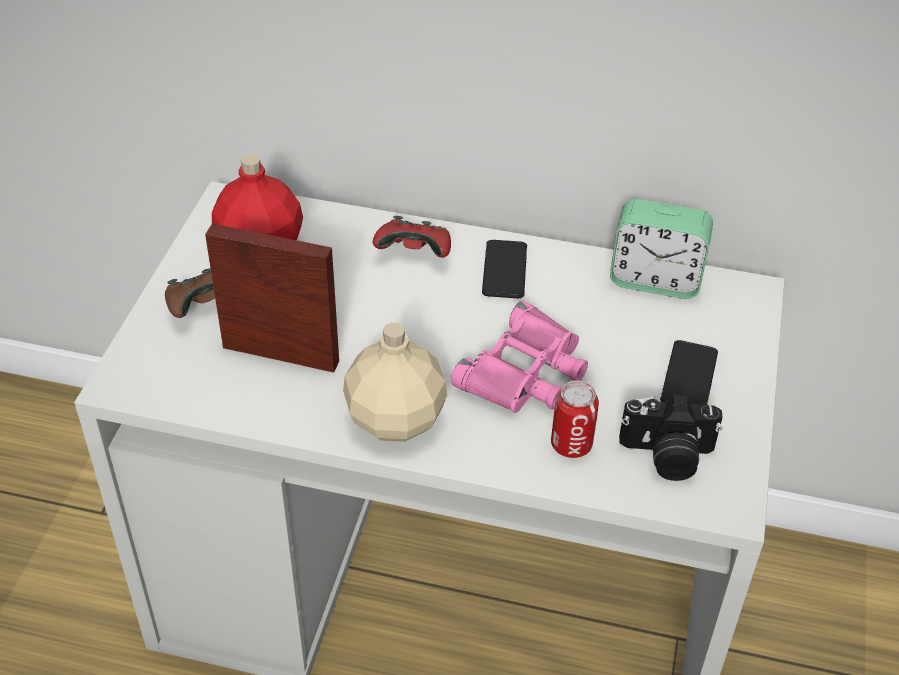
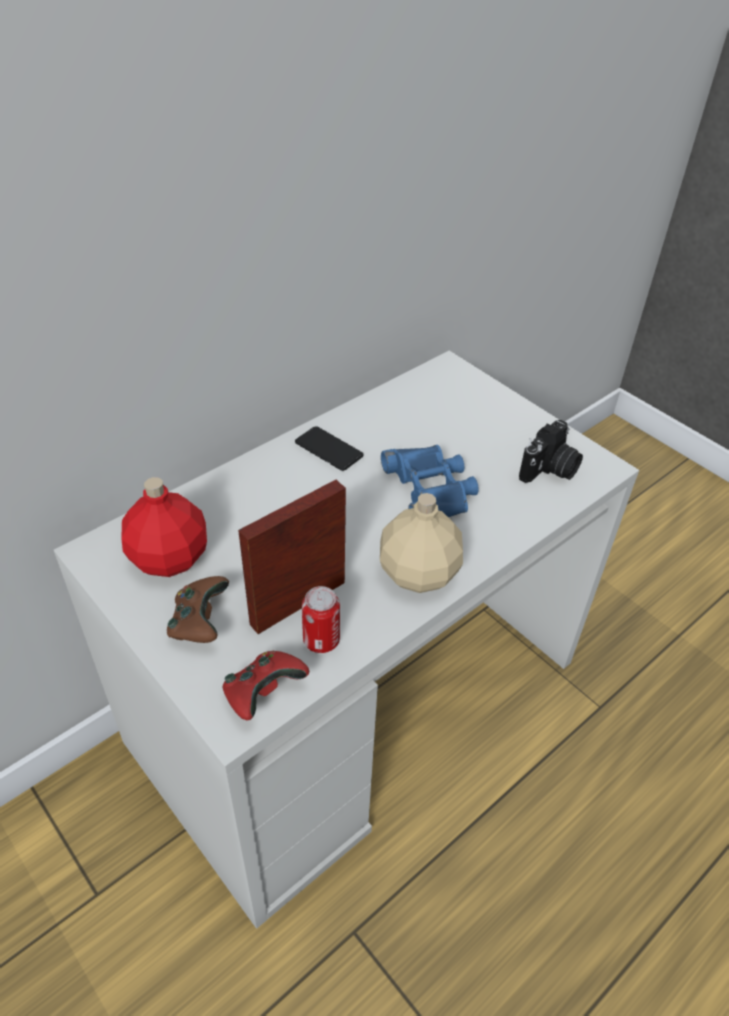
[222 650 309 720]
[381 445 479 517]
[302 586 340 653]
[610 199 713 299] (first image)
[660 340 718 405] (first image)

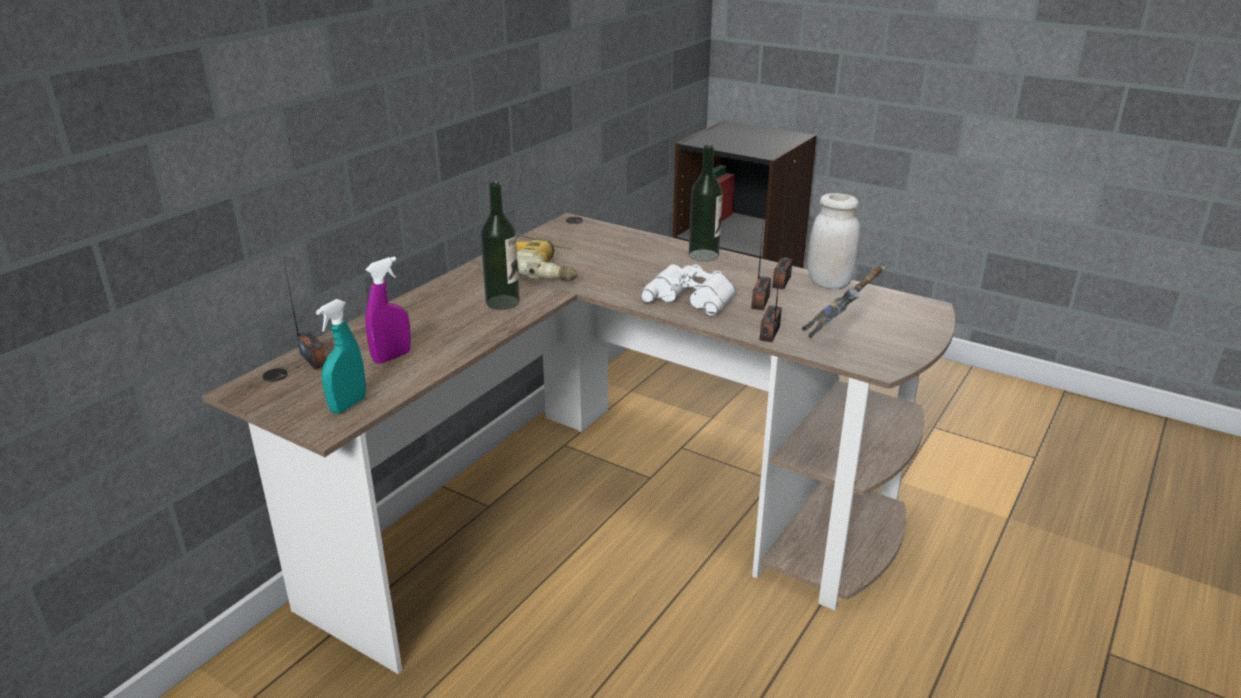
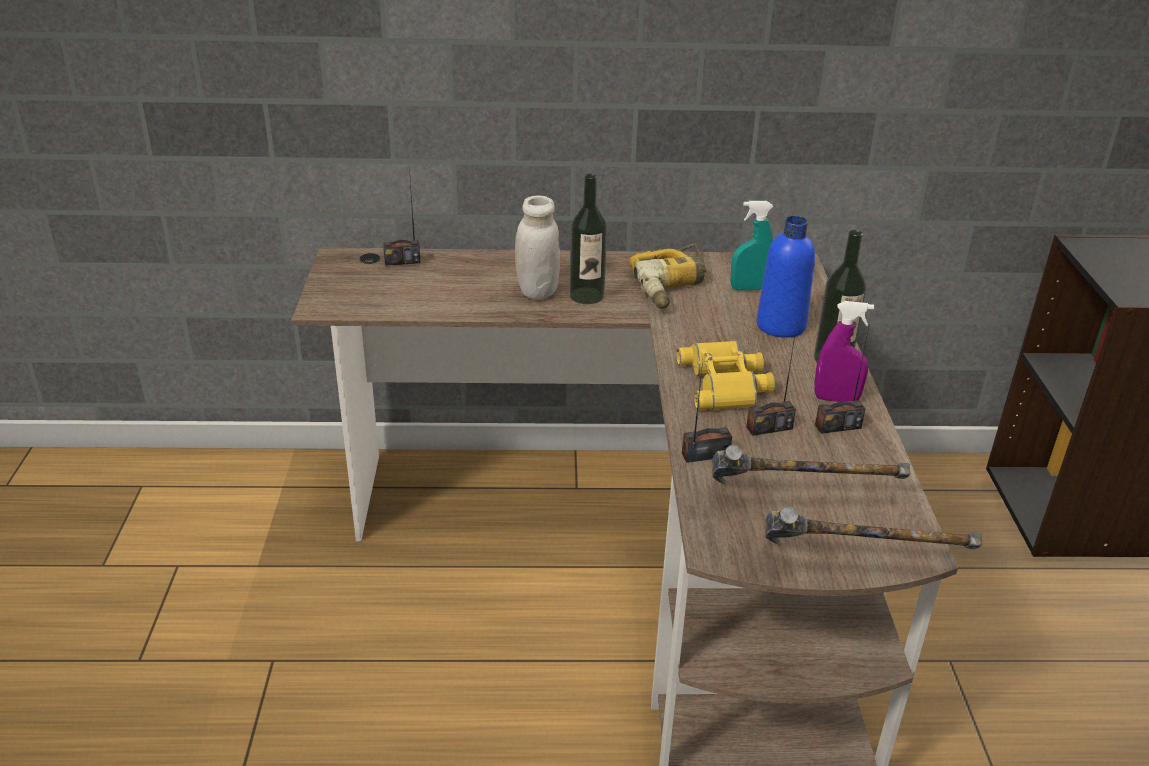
[383 170 421 266]
[731 201 773 291]
[814 301 874 402]
[676 341 775 410]
[515 196 560 300]
[757 216 815 338]
[765 507 982 549]

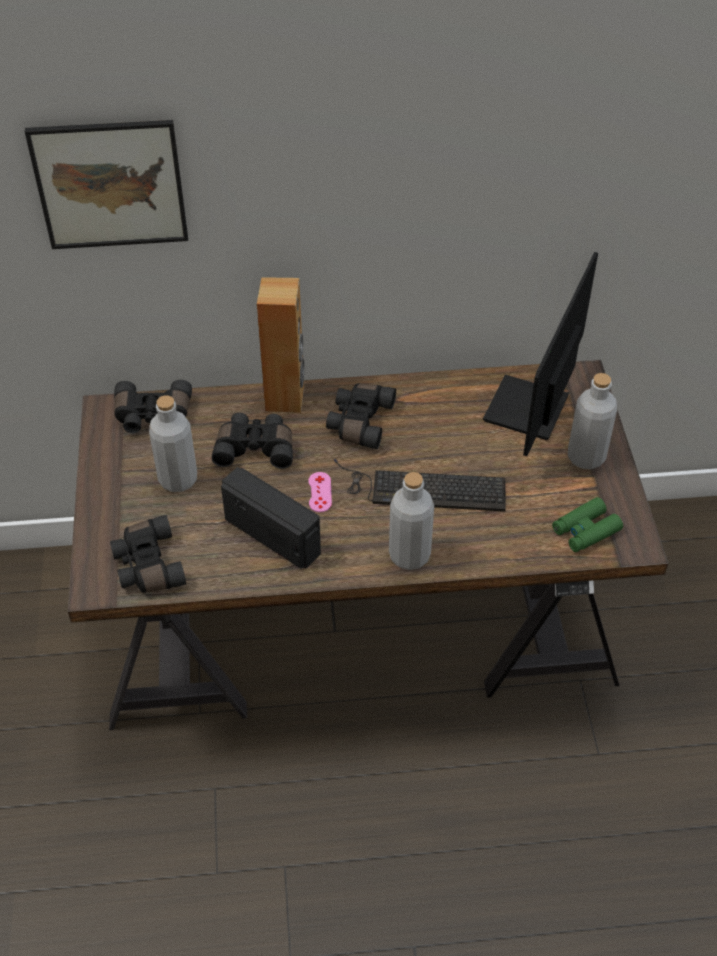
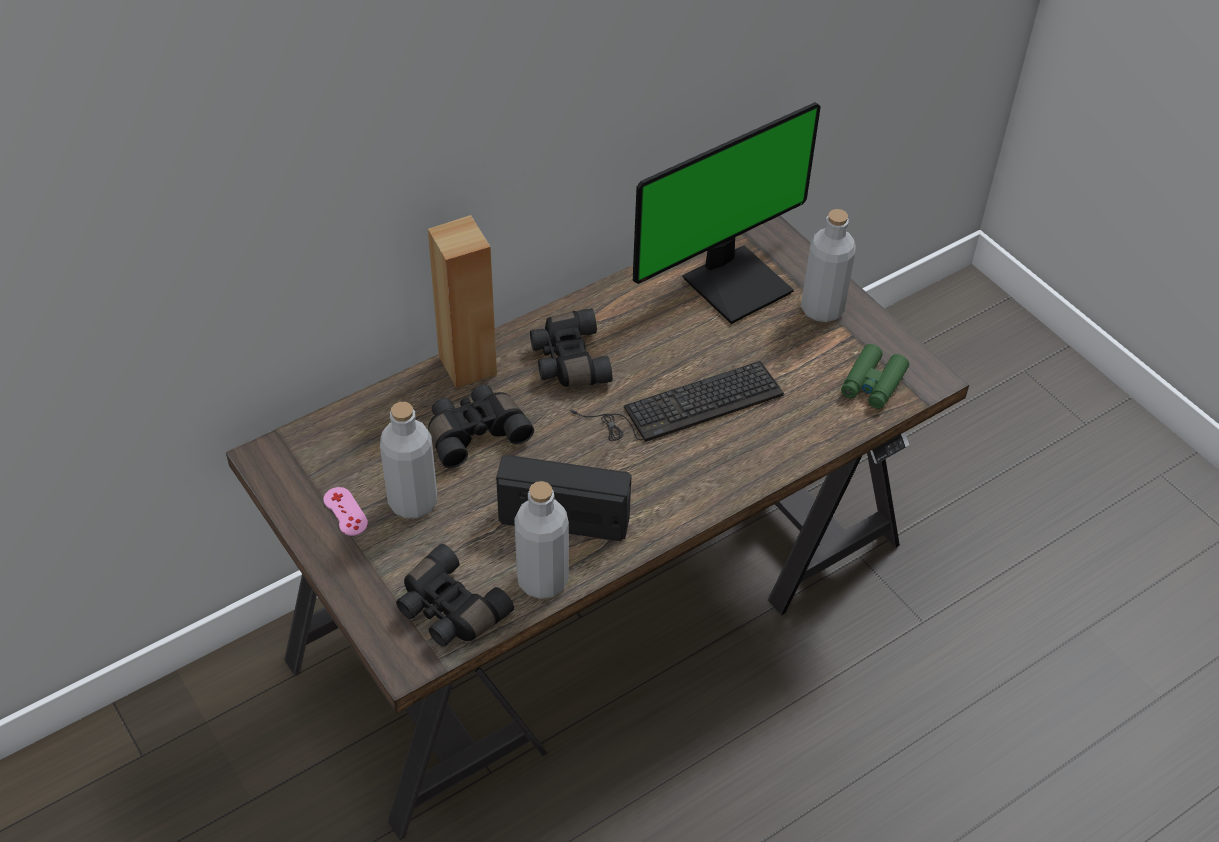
[25 120 188 249] (first image)
[114 380 192 433] (first image)
[323 487 368 536]
[514 481 569 599]
[633 102 821 324]

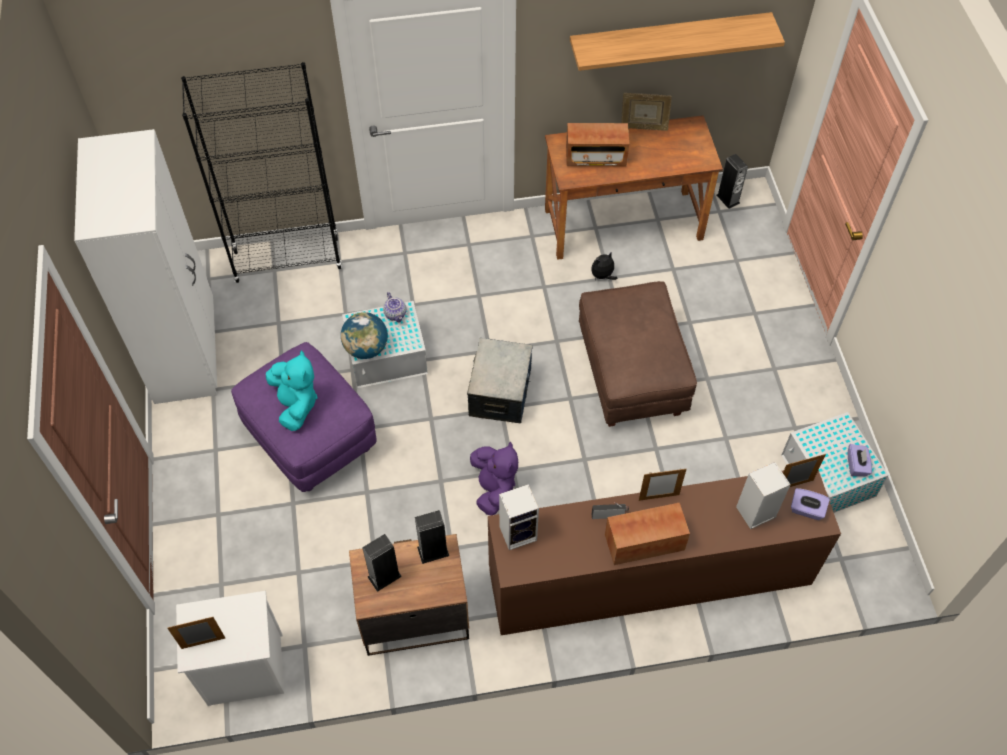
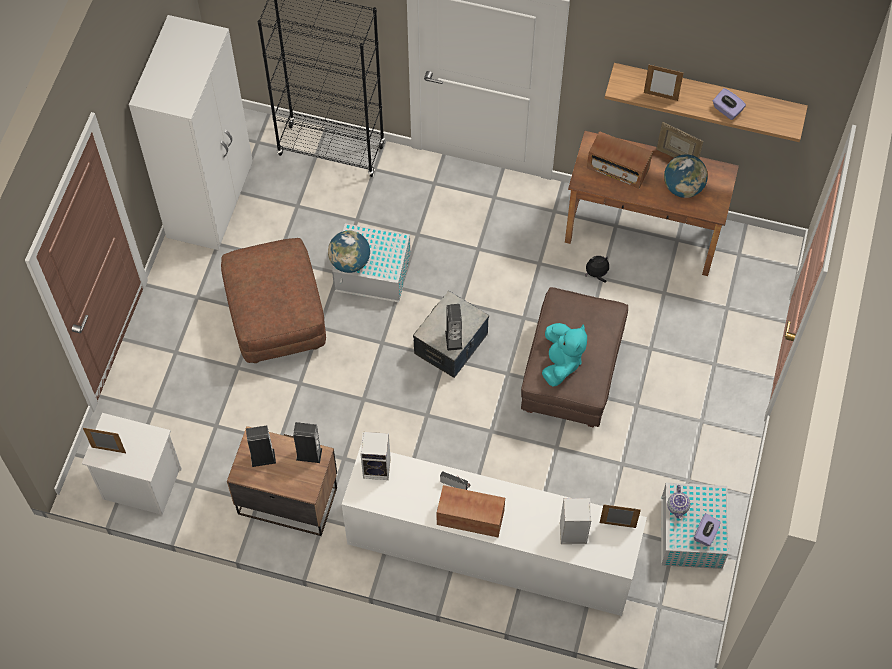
[221 238 326 363]
[542 323 587 387]
[667 485 690 519]
[470 441 518 515] (first image)
[342 446 647 616]
[644 64 684 101]
[445 304 463 351]
[713 88 746 120]
[664 154 708 198]

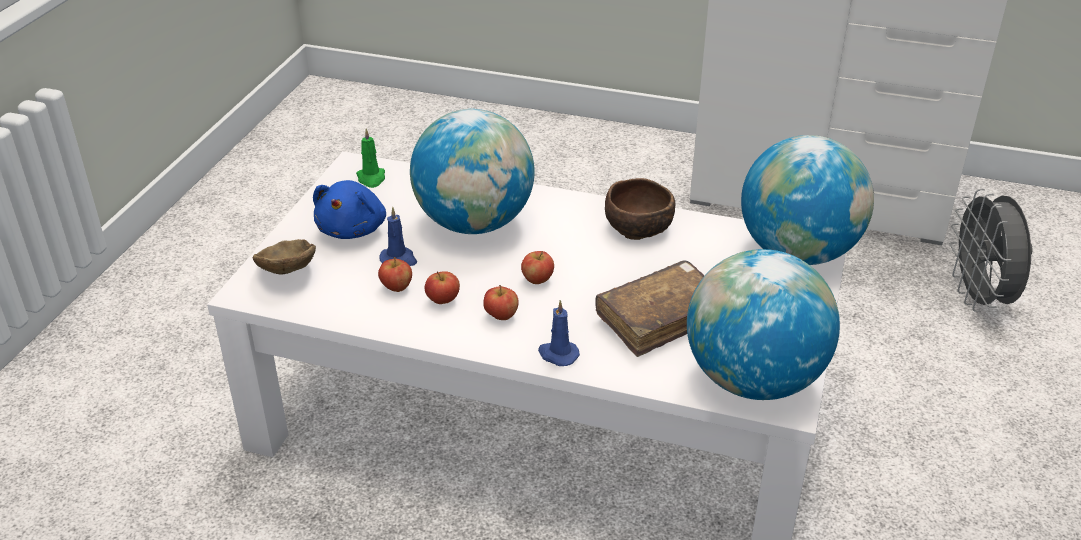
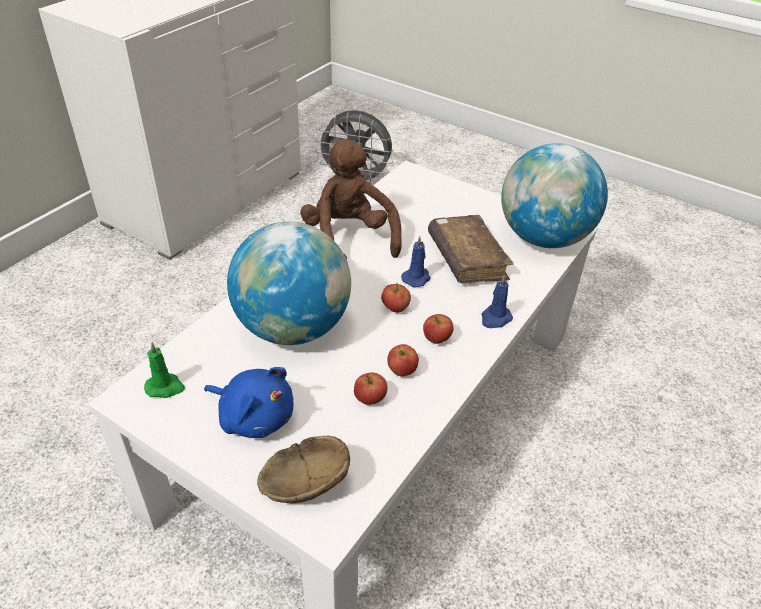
[401 236 431 287]
[300 139 402 260]
[741 135 874 265] (first image)

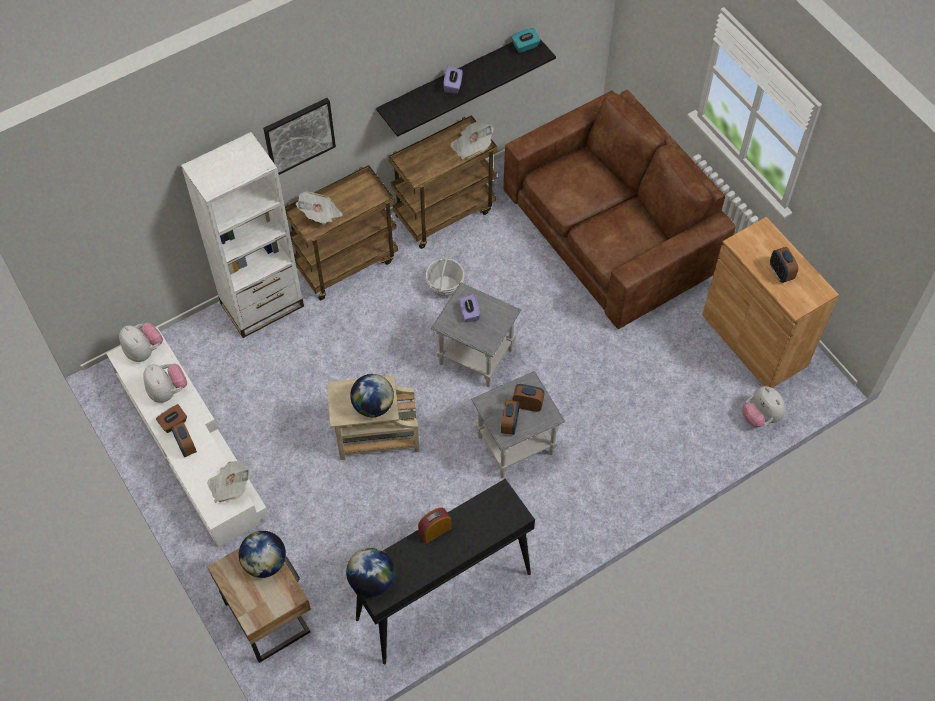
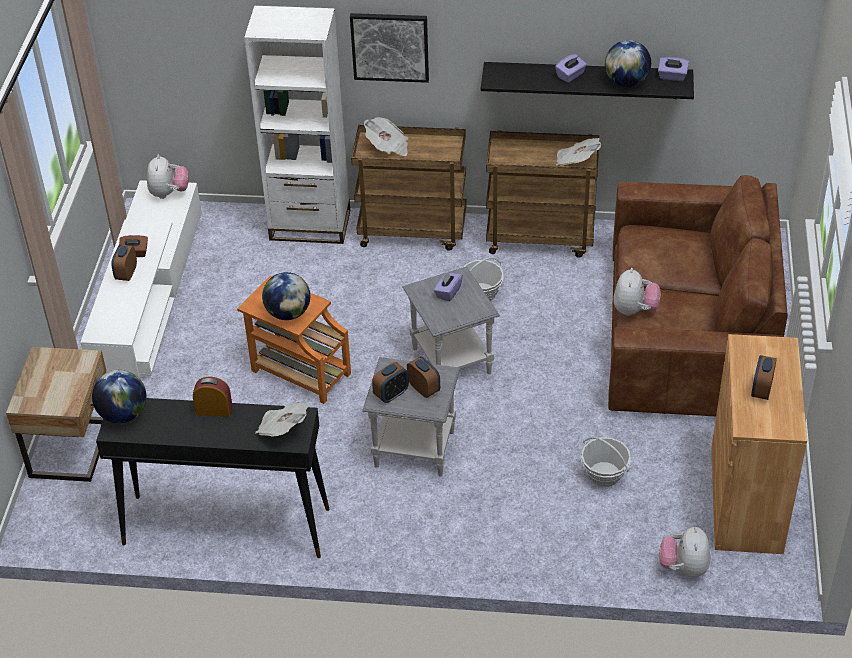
[613 268 660 316]
[255 402 309 437]
[605 40 651 87]
[237 276 351 404]
[658 57 689 81]
[581 437 631 487]

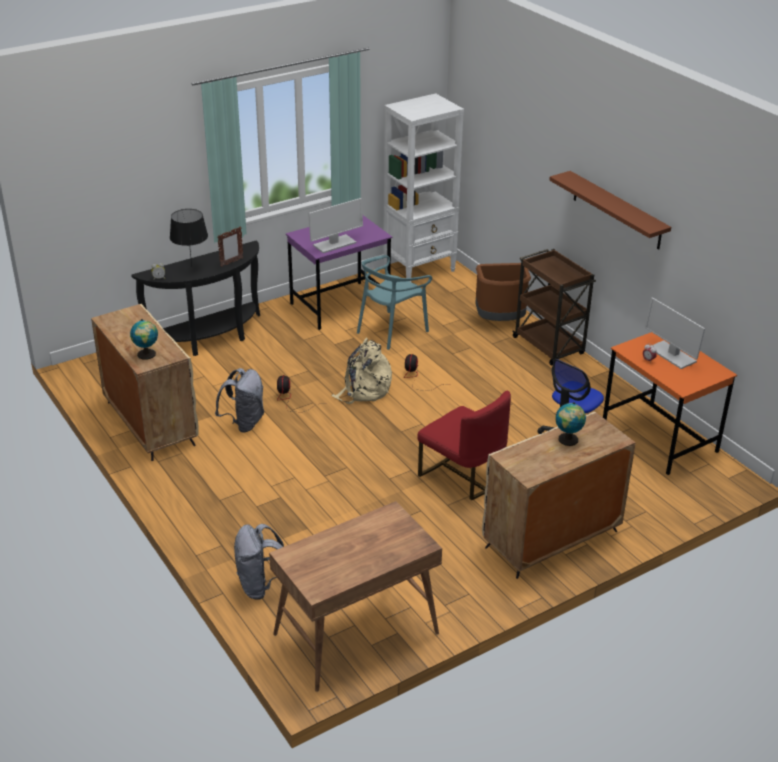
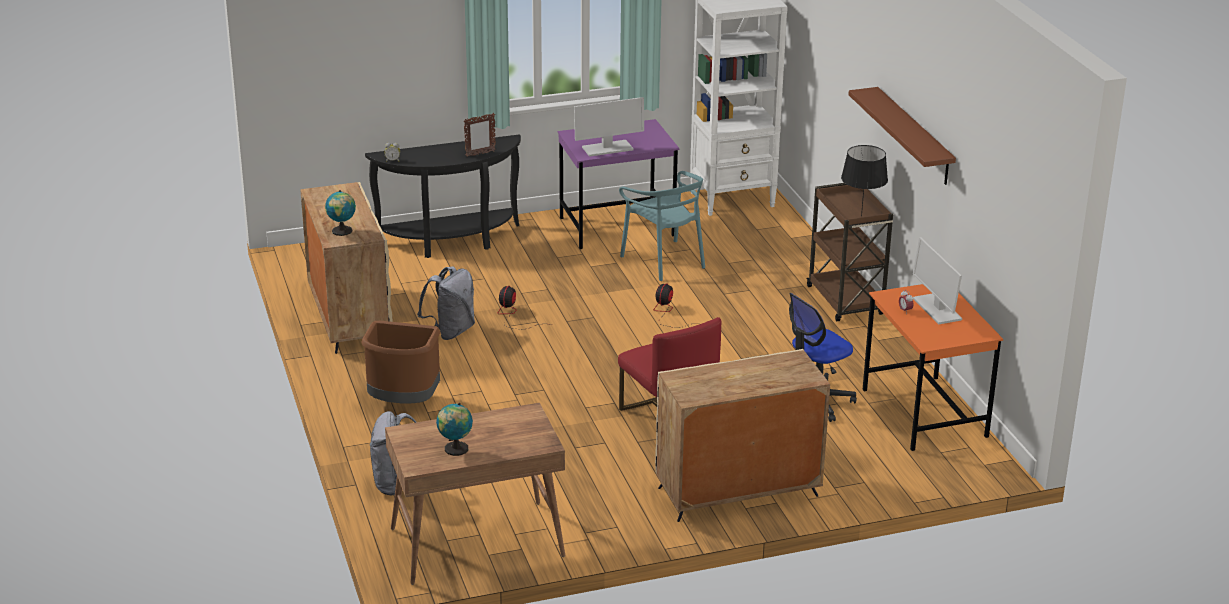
[841 145 888 217]
[331 337 392 404] (first image)
[619 171 705 281]
[361 321 441 404]
[436 403 473 456]

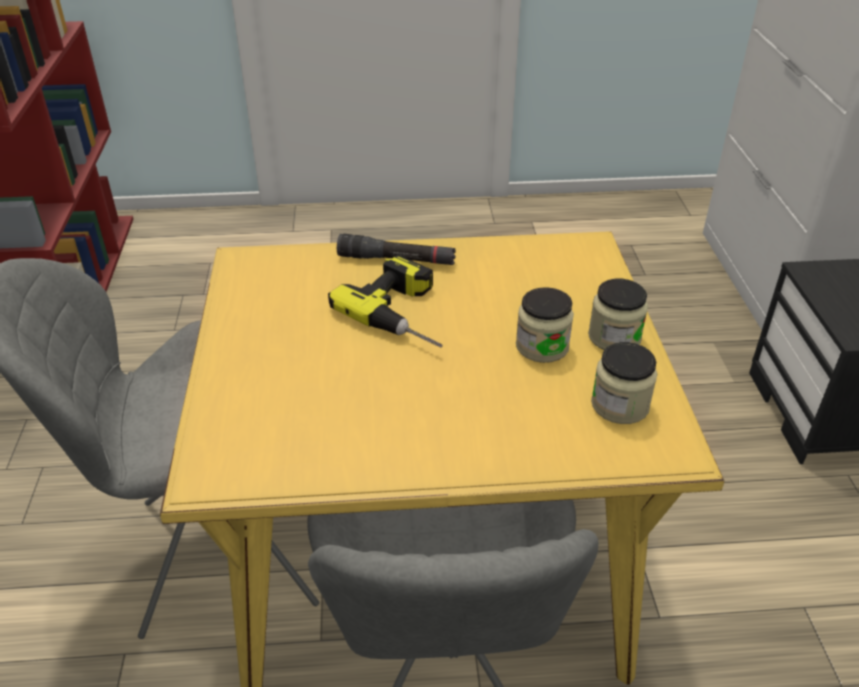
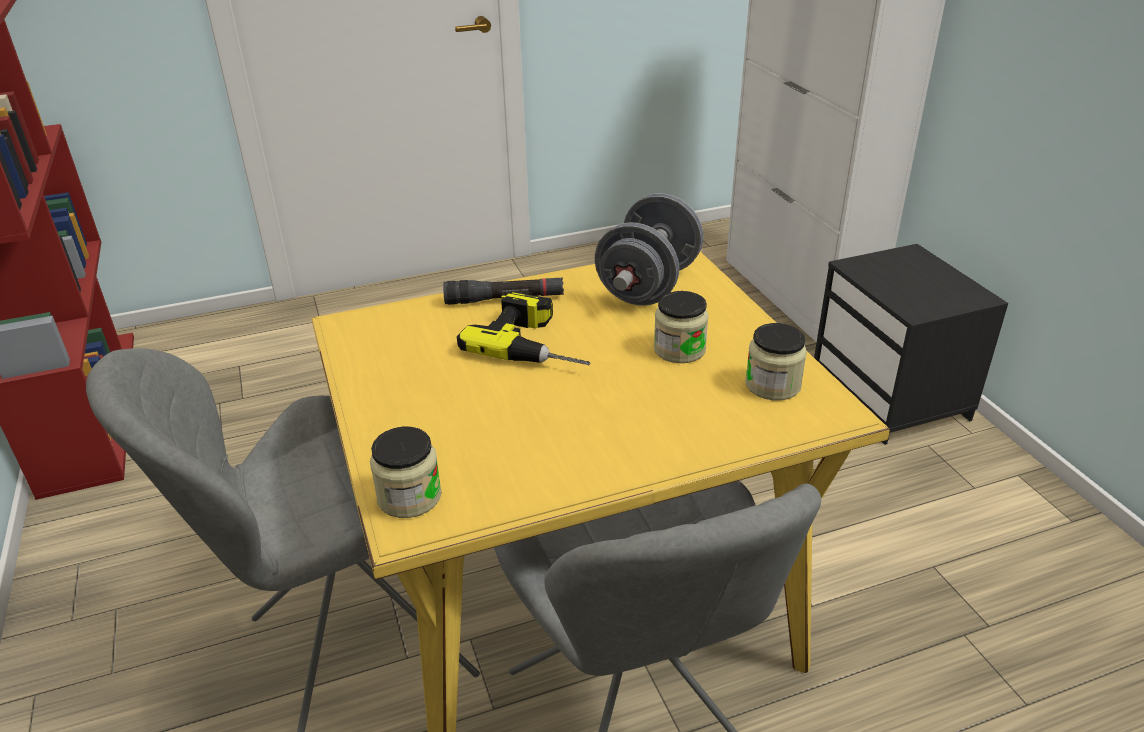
[370 427 442 518]
[595 193 704 306]

